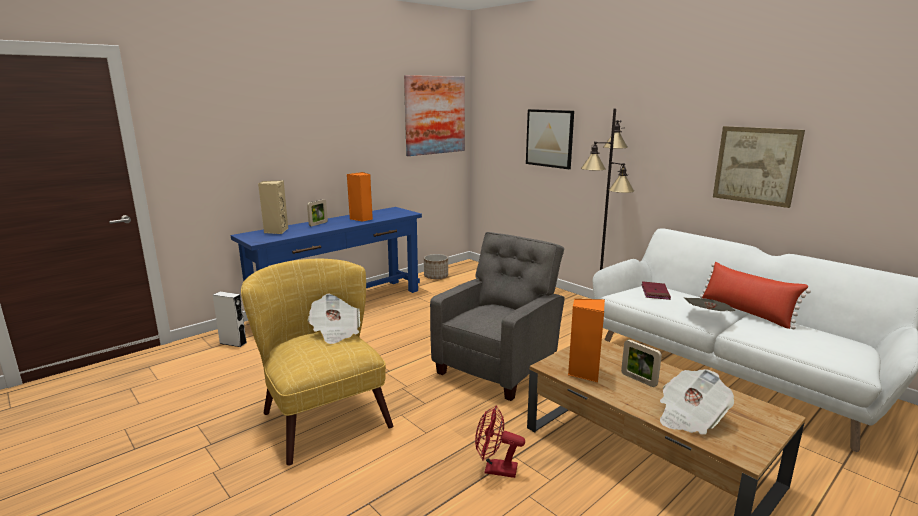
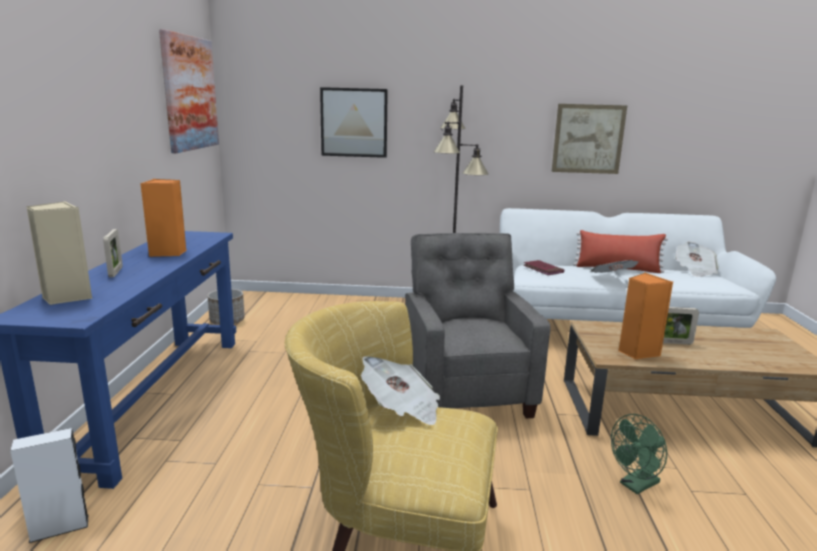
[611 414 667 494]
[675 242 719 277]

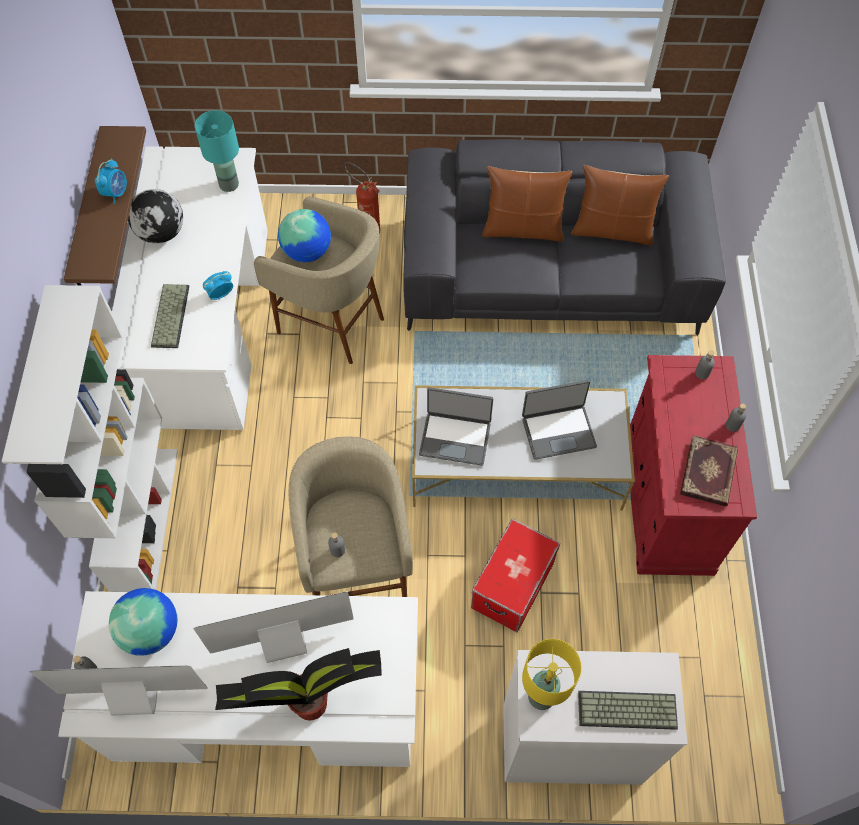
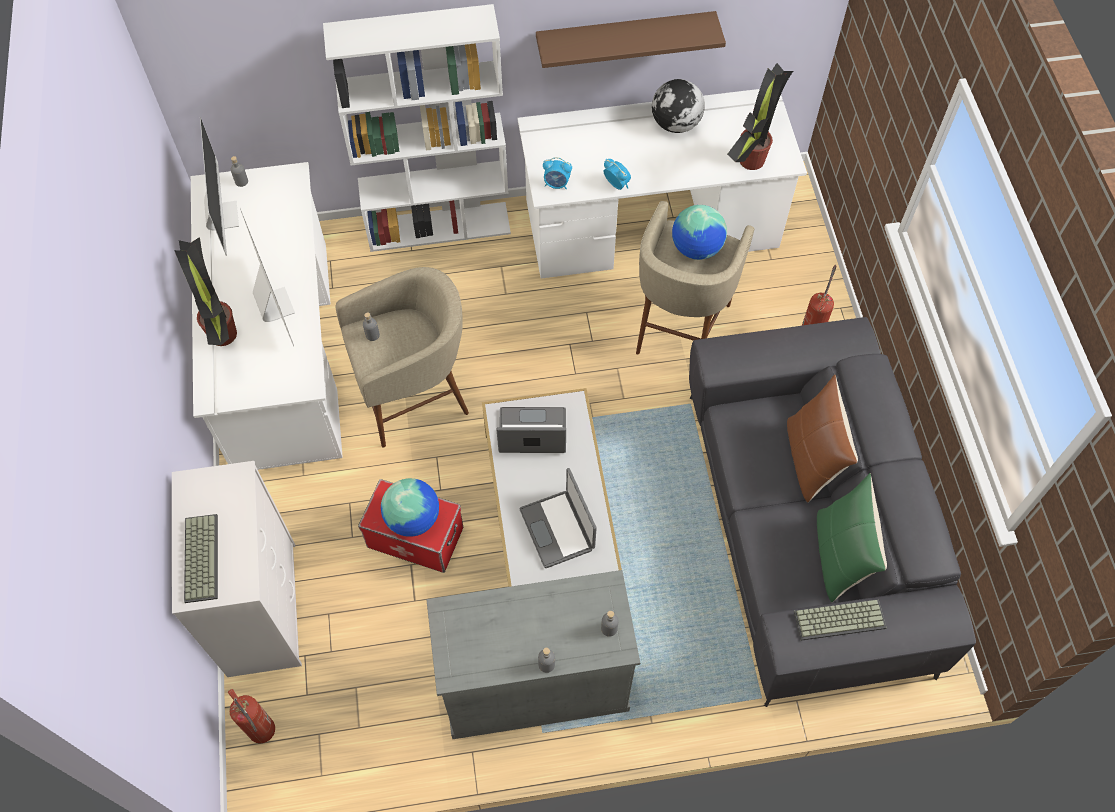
[543 157 572 189]
[381 478 439 537]
[794 599 887 641]
[727 63 793 170]
[496 407 566 453]
[522 639 581 710] (first image)
[817 473 887 602]
[426 570 640 739]
[680 435 738 506] (first image)
[228 689 275 743]

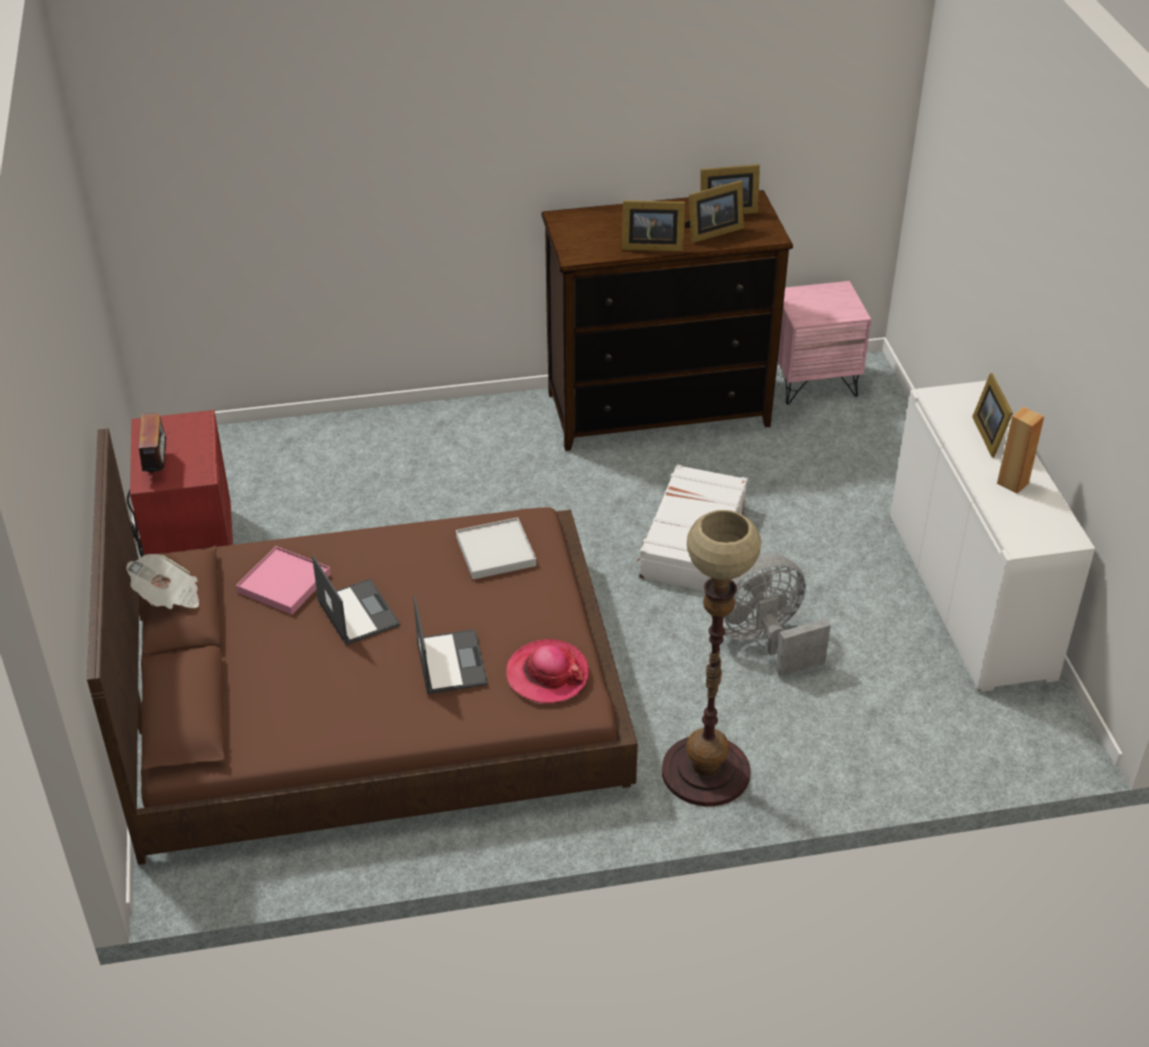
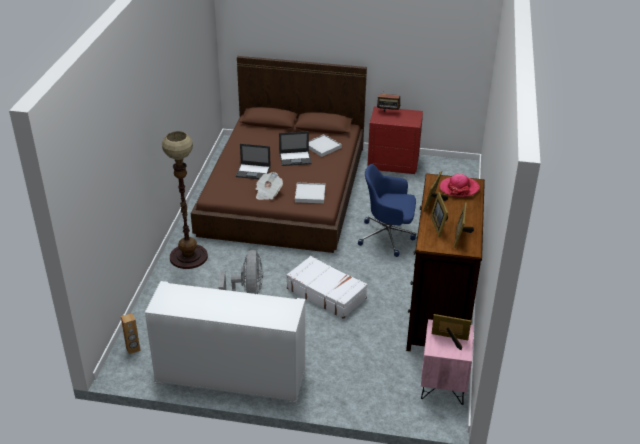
[256 172 283 200]
[309 134 342 157]
[440 174 480 197]
[432 314 471 350]
[121 313 140 354]
[358 164 416 257]

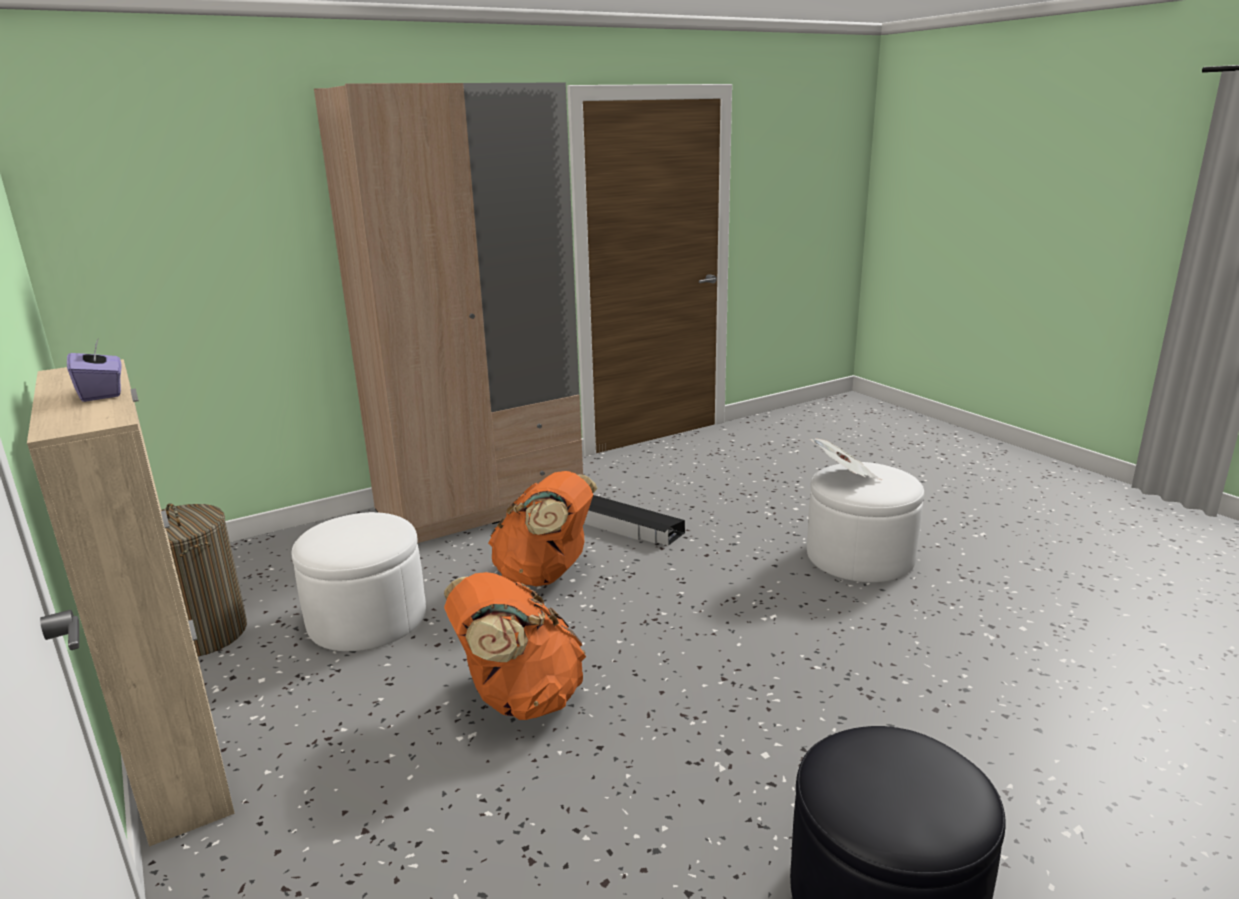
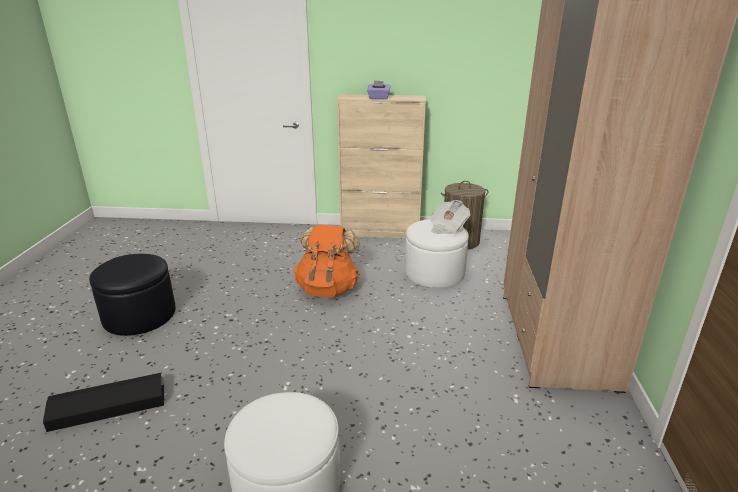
[488 471 598 587] (first image)
[43 373 165 432]
[431 200 470 234]

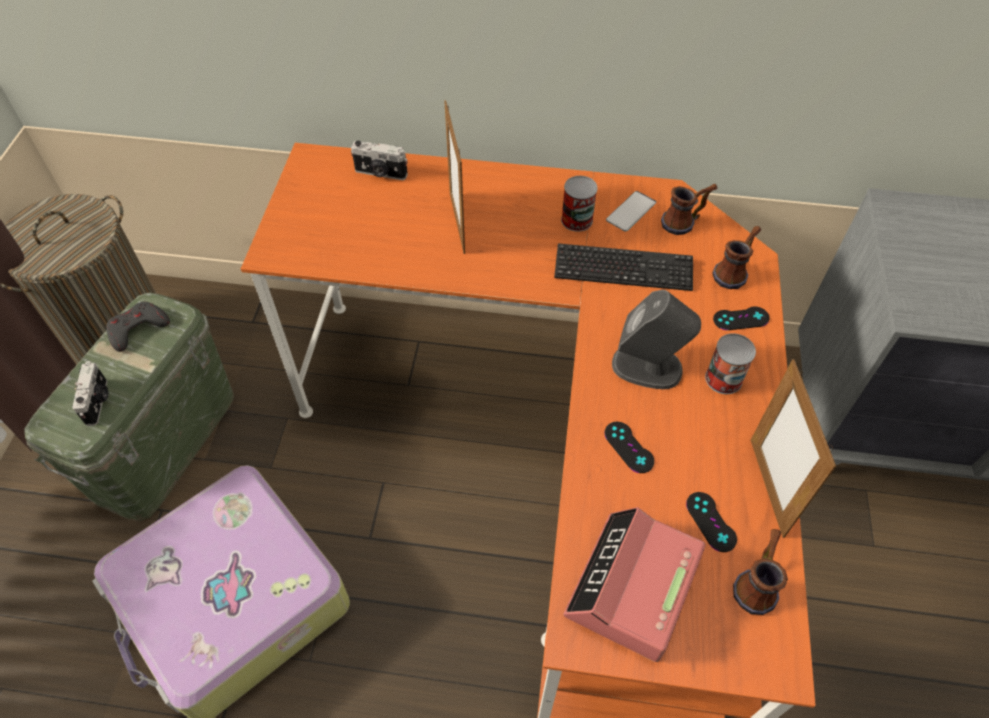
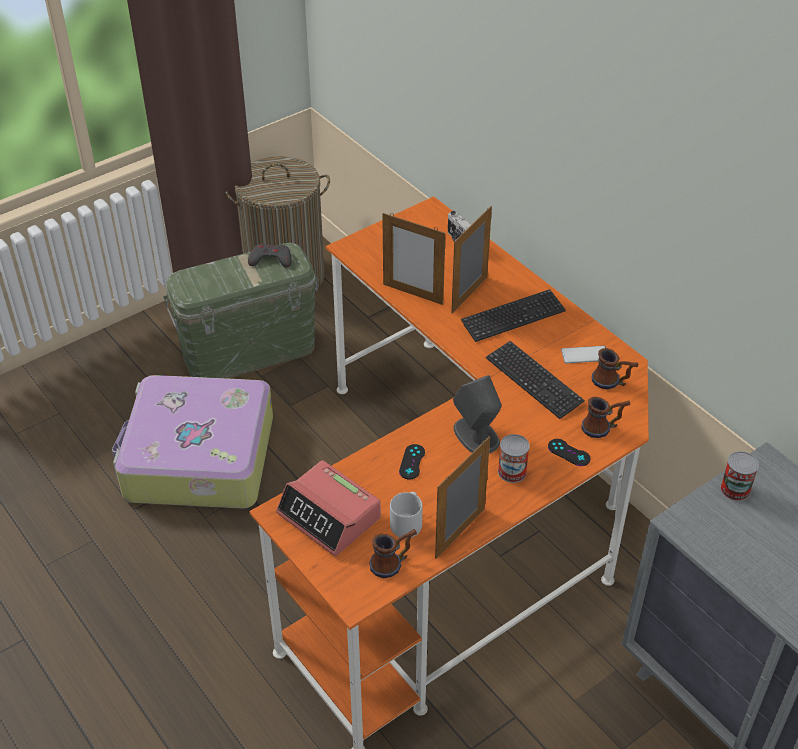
[72 361 108 426] (first image)
[720 451 759 501]
[276 460 381 556]
[390 492 423 538]
[382 213 446 305]
[461 289 566 342]

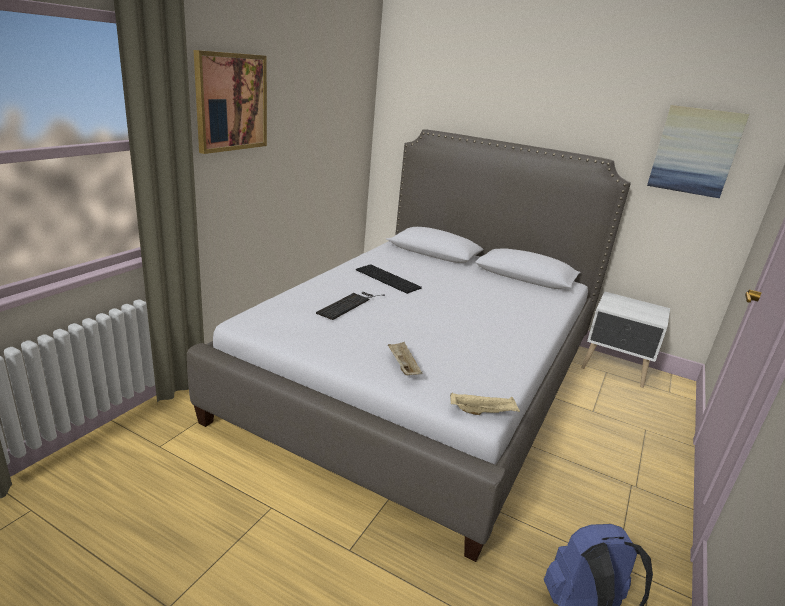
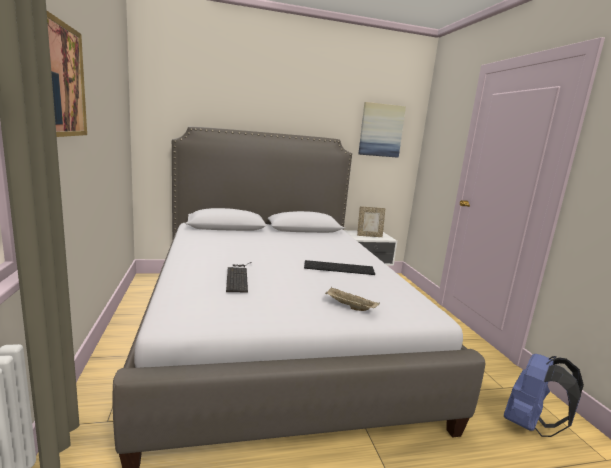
[304 260 375 275]
[450 393 520 415] (first image)
[357 206 386 237]

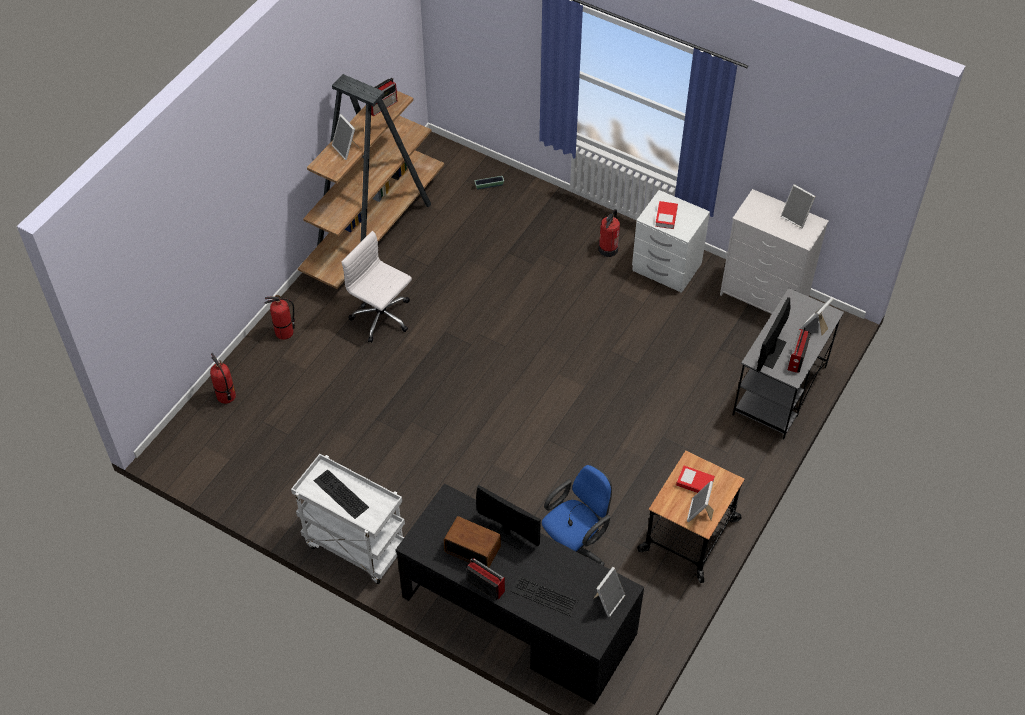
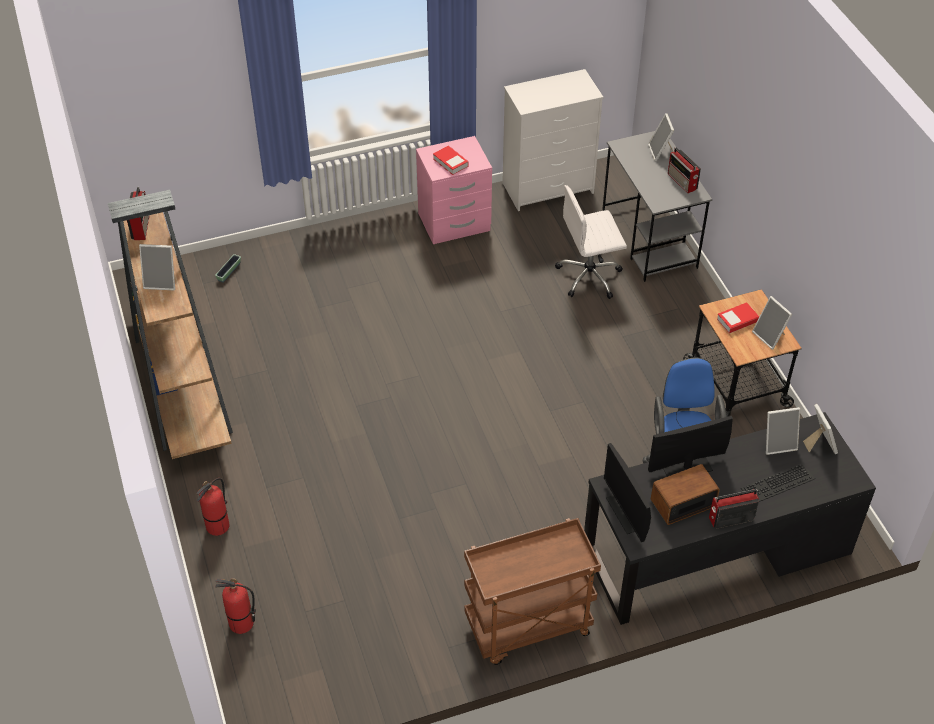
[464 518 601 665]
[314 469 369 519] (first image)
[555 185 627 299]
[598 209 620 257] (first image)
[416 136 492 244]
[604 443 651 542]
[766 407 800 455]

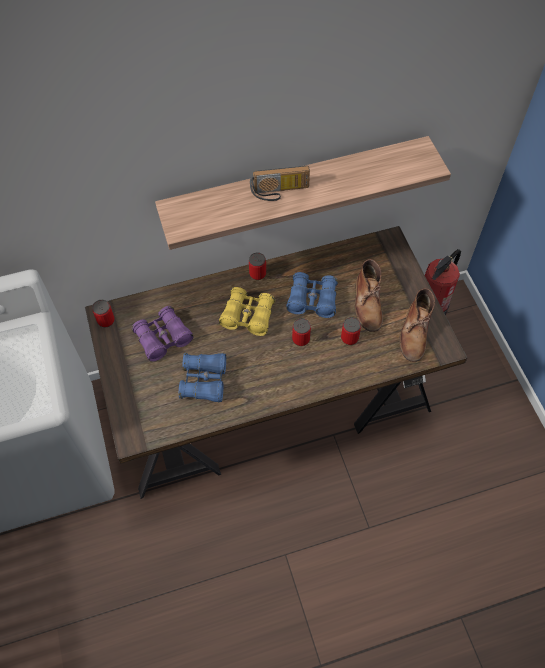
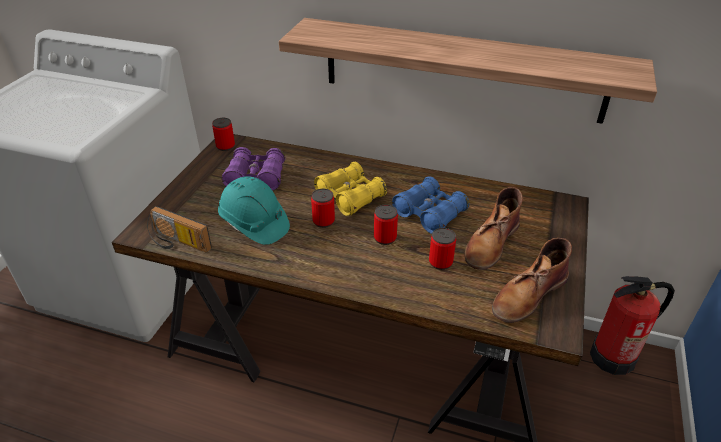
[218 176 290 245]
[311 189 335 228]
[147 206 212 253]

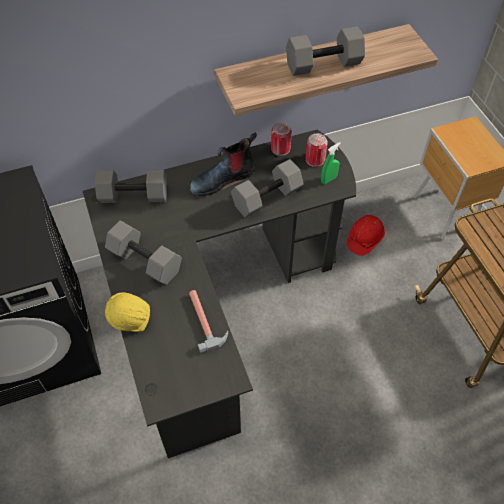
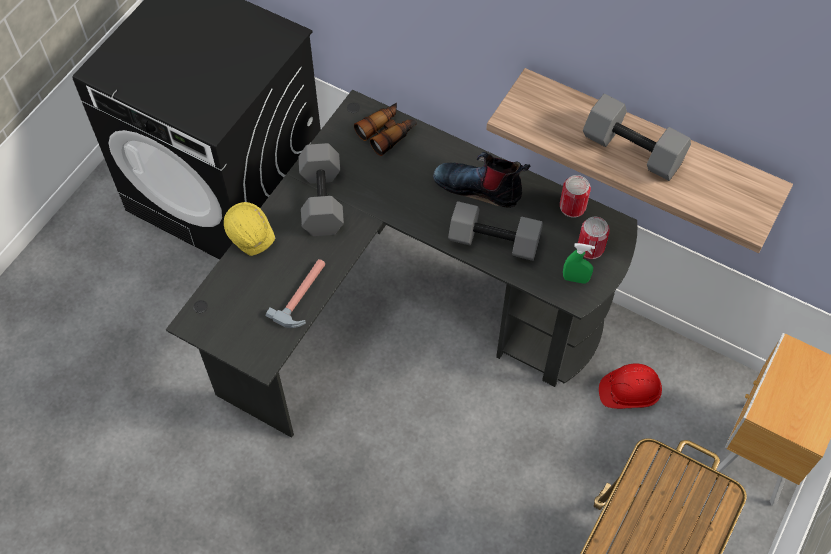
[354 103 416 156]

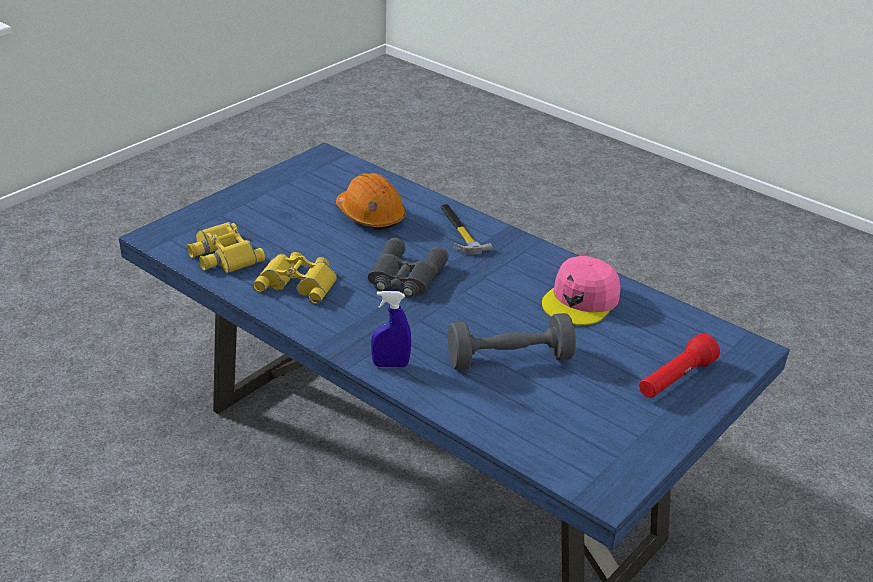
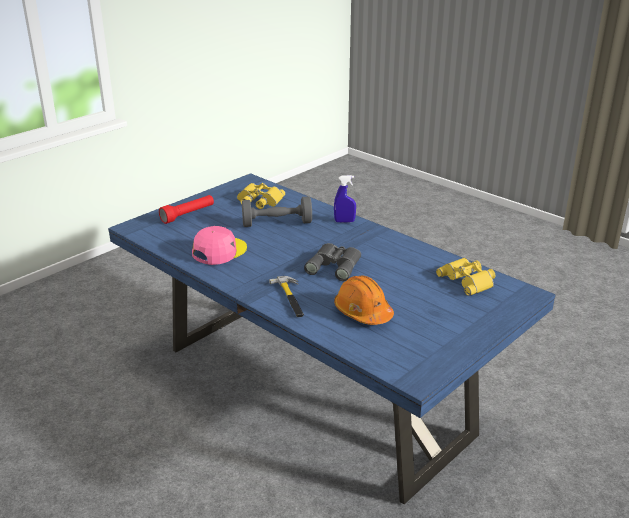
[237 183 285 209]

